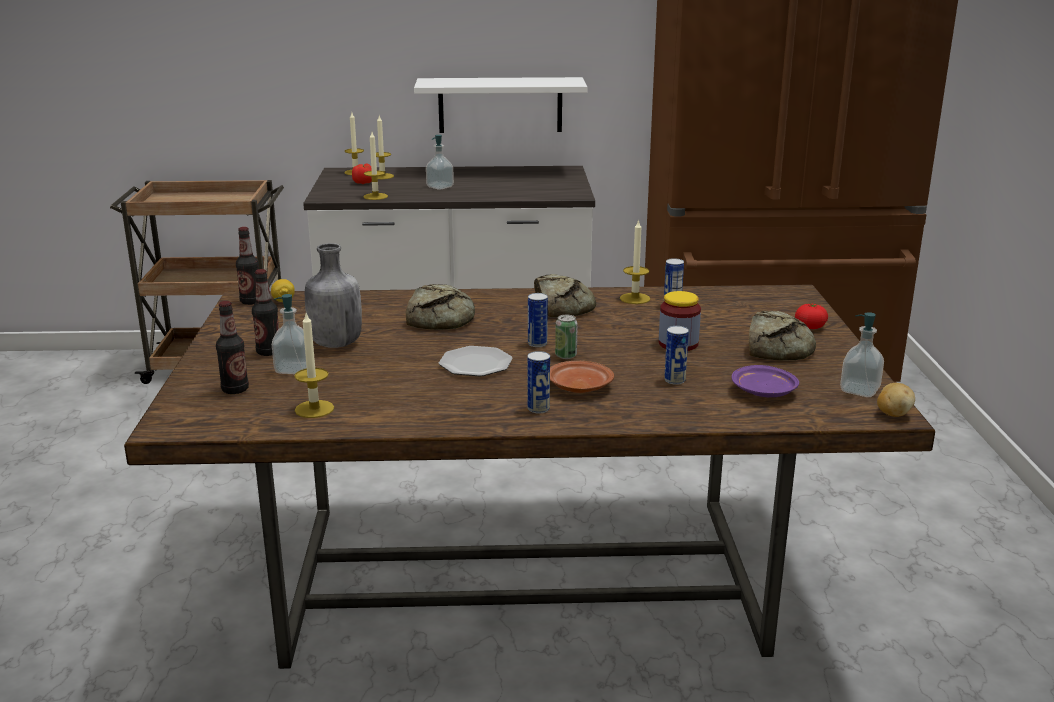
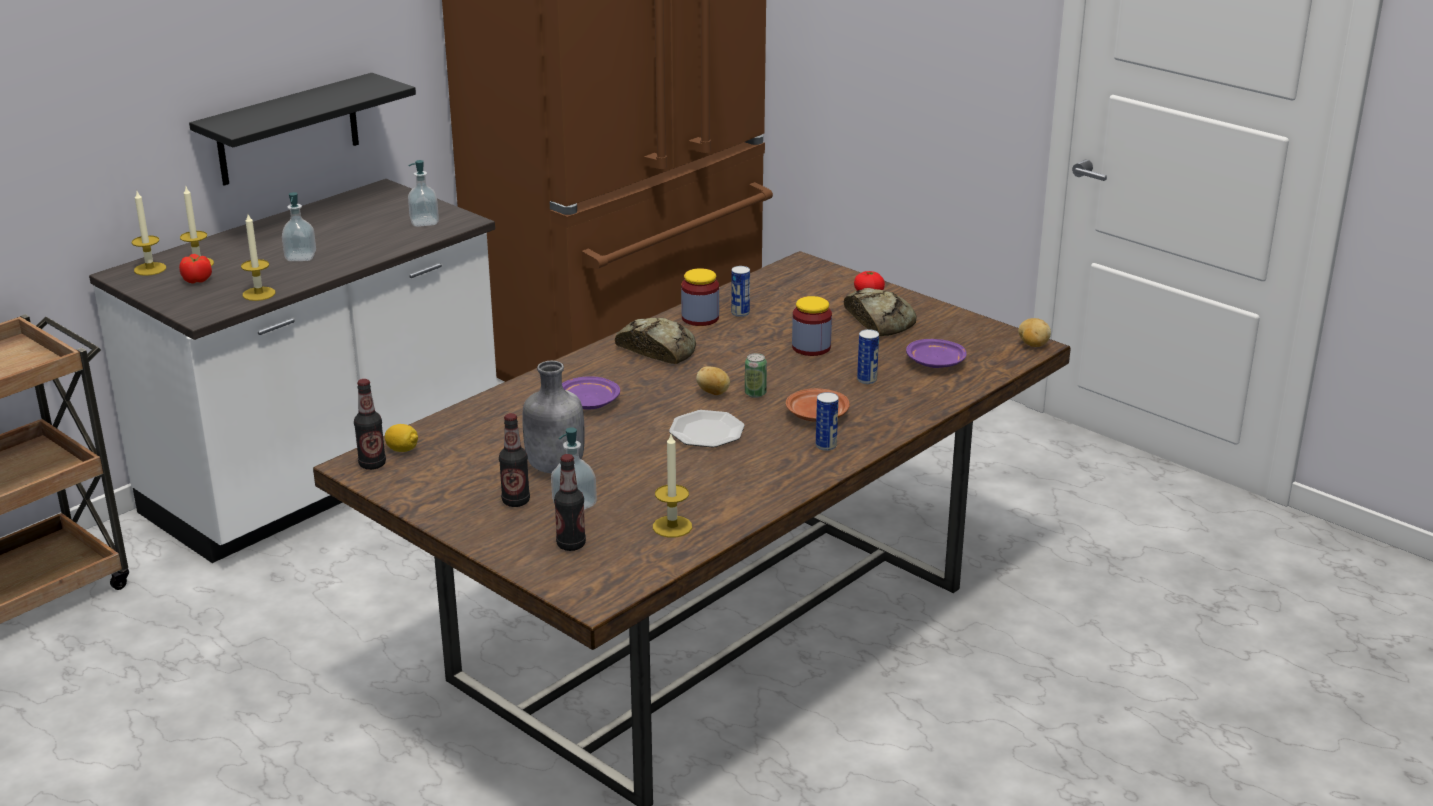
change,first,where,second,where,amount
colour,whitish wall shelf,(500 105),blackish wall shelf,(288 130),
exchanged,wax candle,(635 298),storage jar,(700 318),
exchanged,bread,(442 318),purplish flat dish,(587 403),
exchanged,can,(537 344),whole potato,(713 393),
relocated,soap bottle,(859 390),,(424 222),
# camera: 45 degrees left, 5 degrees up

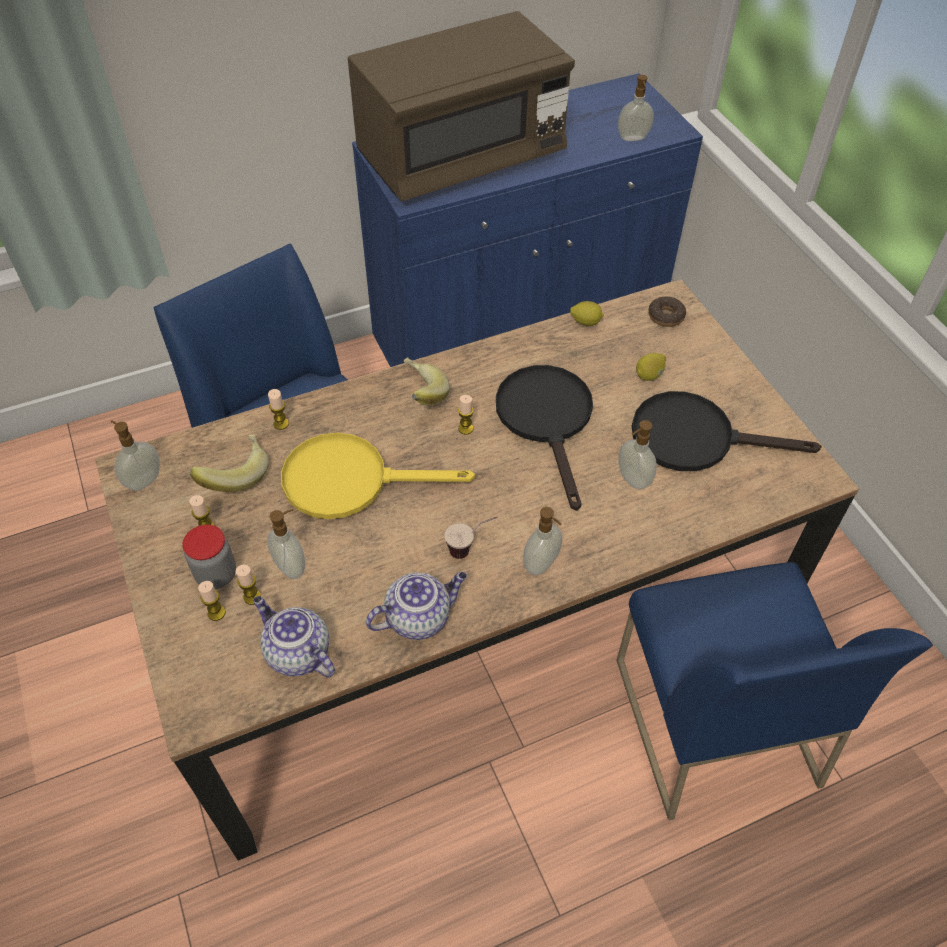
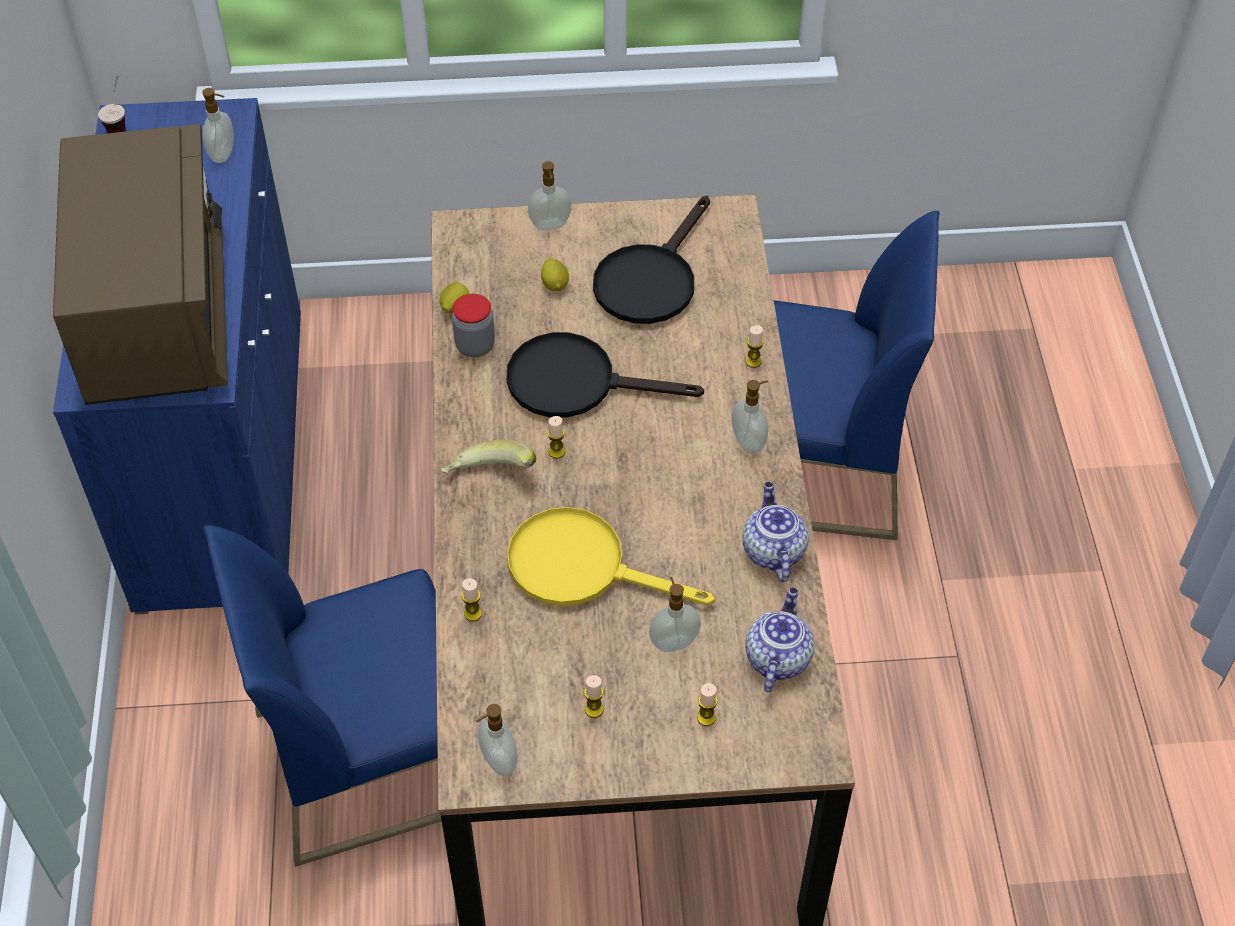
change,first,where,second,where,amount
missing,donut,(666 316),,,
relocated,soap bottle,(632 479),,(550 226),
spun,yellow-coloured skillet,(351 480),,(583 566),90 degrees clockwise
missing,banana,(235 474),,,
relocated,cup,(470 549),,(120 125),
relocated,storage jar,(216 574),,(475 346),
relocated,wax candle,(252 597),,(753 361),
spun,tea pot,(296 653),,(777 657),135 degrees clockwise
# camera: 70 degrees left, 0 degrees up

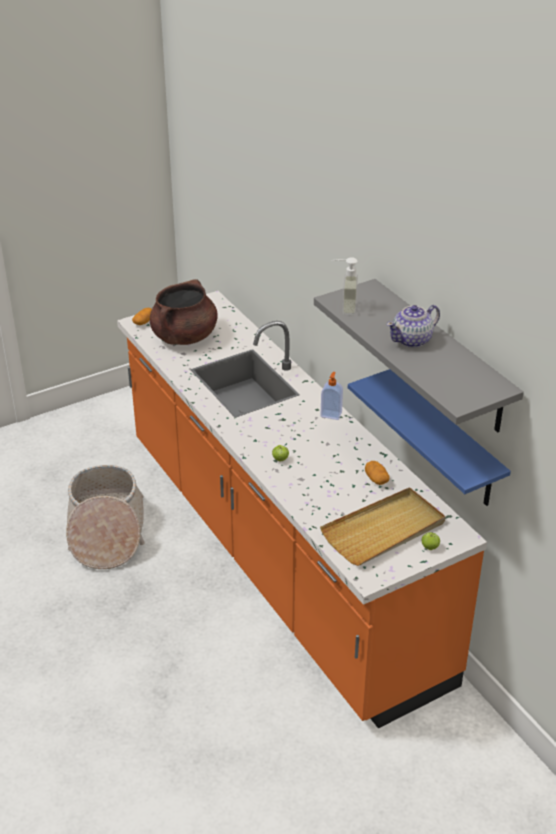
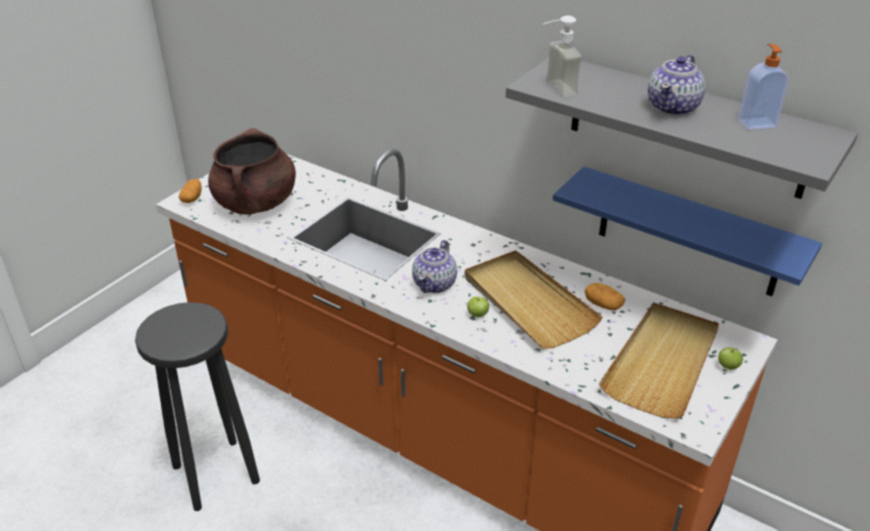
change,first,where,second,where,amount
relocated,soap bottle,(331 414),,(756 123),
exchanged,household basket,(106 532),blackish sitting stool,(214 474),
appeared,,,tea pot,(435 284),
appeared,,,beige carrying tray,(528 302),
# camera: 25 degrees left, 0 degrees up

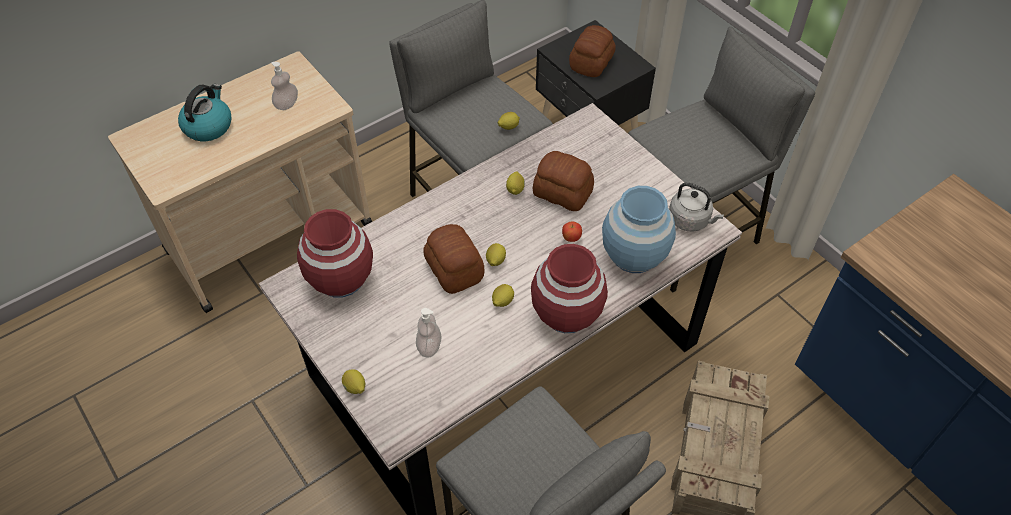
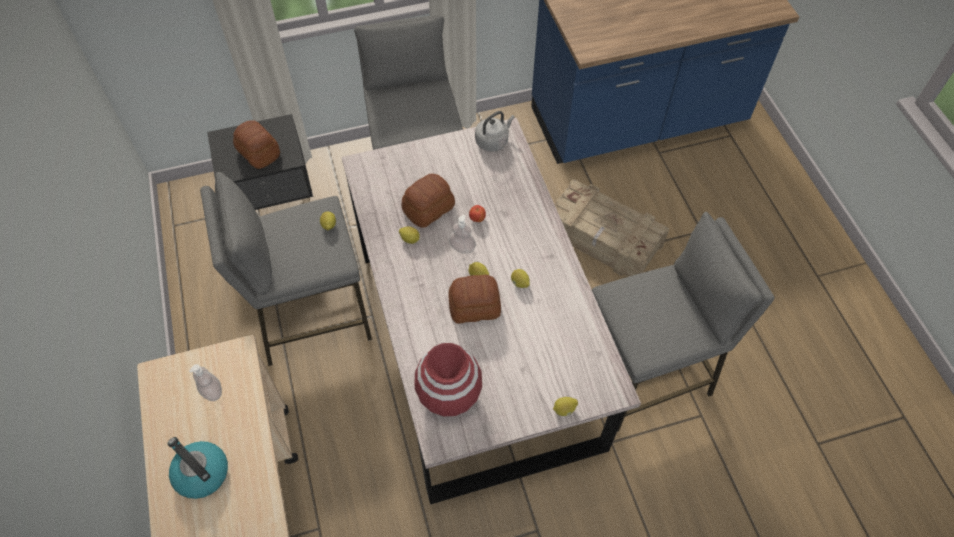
change,first,where,second,where,amount
missing,bluish decorative vase,(634 255),,,
missing,red decorative vase,(566 313),,,
relocated,soap bottle,(429 346),,(462 247),
# camera: 70 degrees left, 5 degrees up

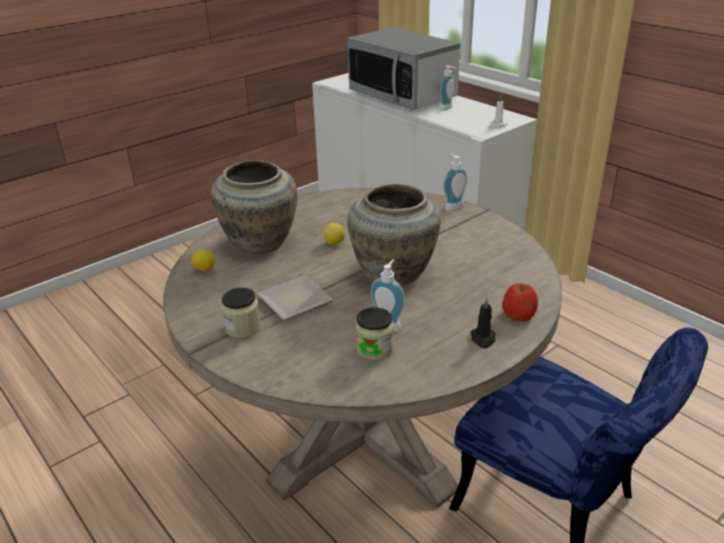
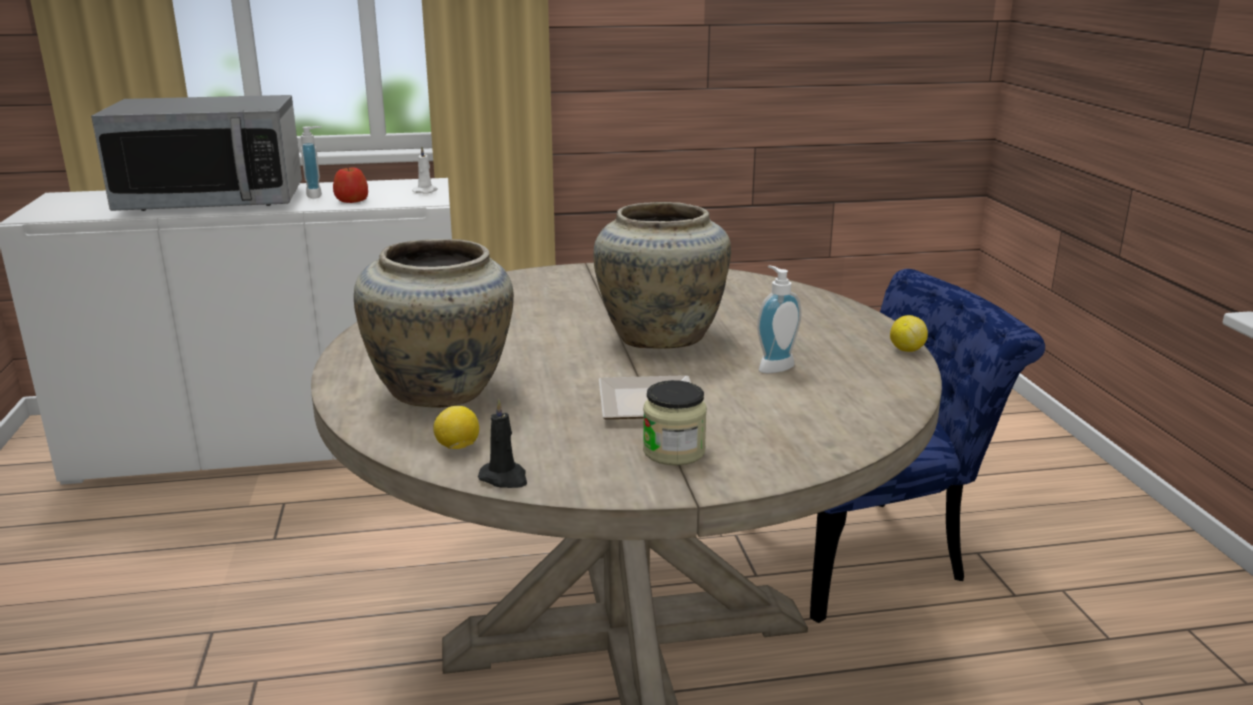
change,first,where,second,where,amount
missing,soap bottle,(452 206),,,
relocated,whole lemon,(334 243),,(906 349),
relocated,whole apple,(519 314),,(352 200),
relocated,blackish wax candle,(483 339),,(504 478),
missing,storage jar,(374 349),,,
# camera: 60 degrees left, 10 degrees down

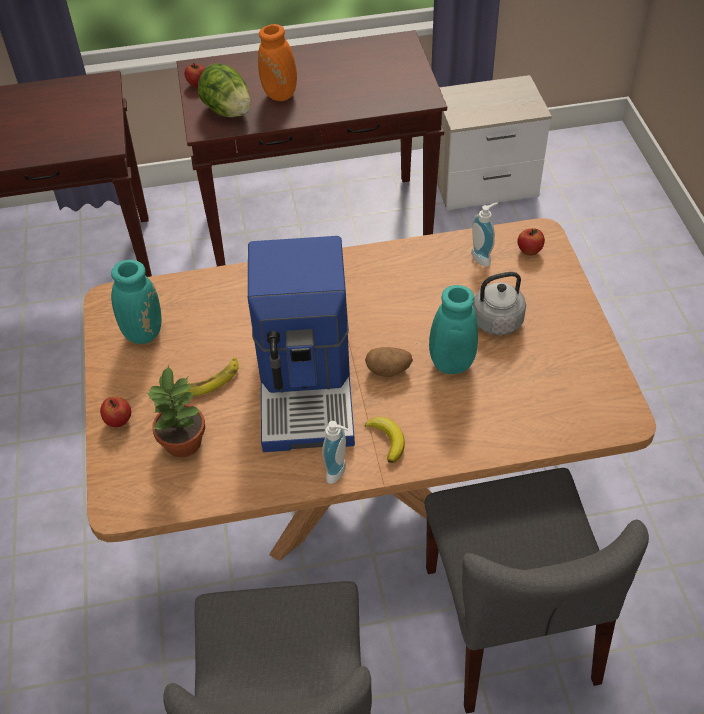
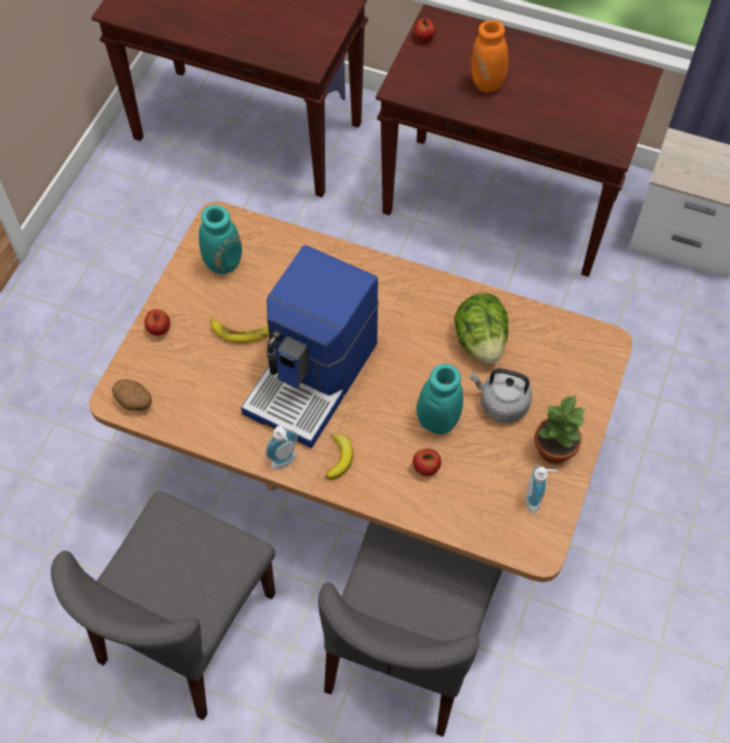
change,first,where,second,where,amount
relocated,lettuce head,(227 111),,(480 341),
relocated,soap bottle,(483 257),,(536 500),
relocated,whole apple,(529 251),,(426 468),
relocated,whole potato,(389 370),,(135 402),
relocated,potted plant,(182 443),,(553 450),
# camera: 30 degrees right, 10 degrees up

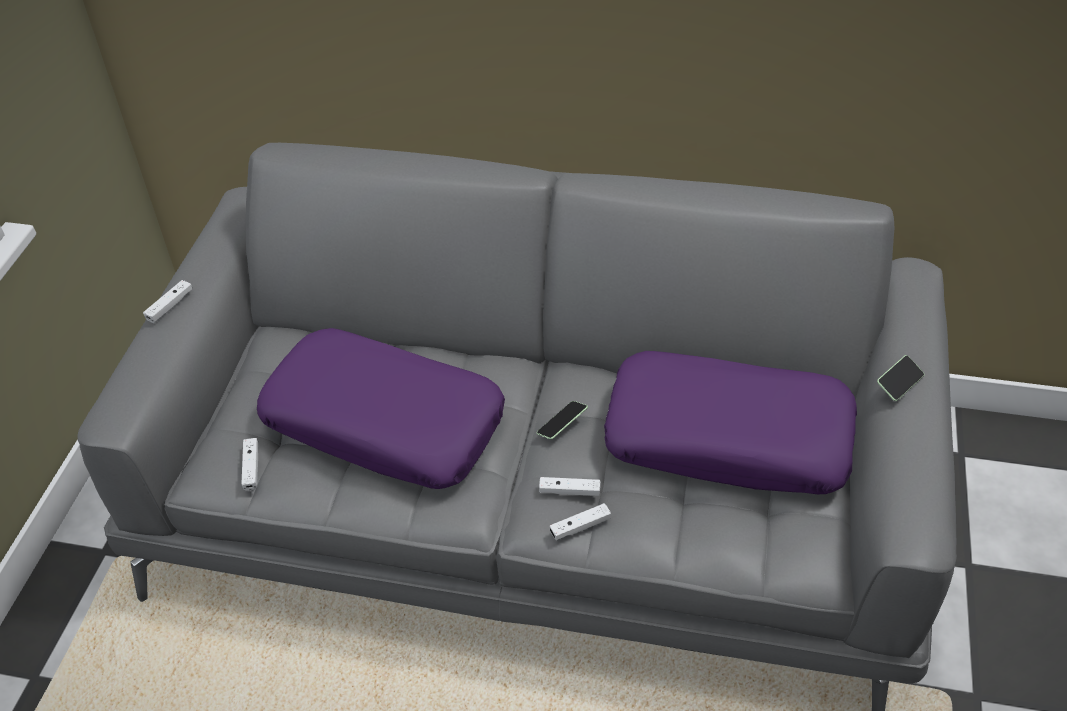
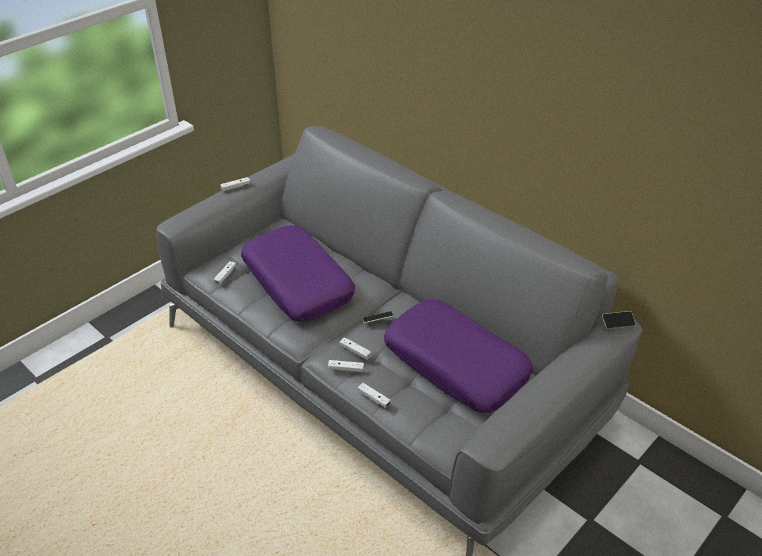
change,first,where,second,where,amount
relocated,telephone,(899 383),,(617 323),
appeared,,,whitish gamepad,(374 398),
# camera: 30 degrees right, 5 degrees down

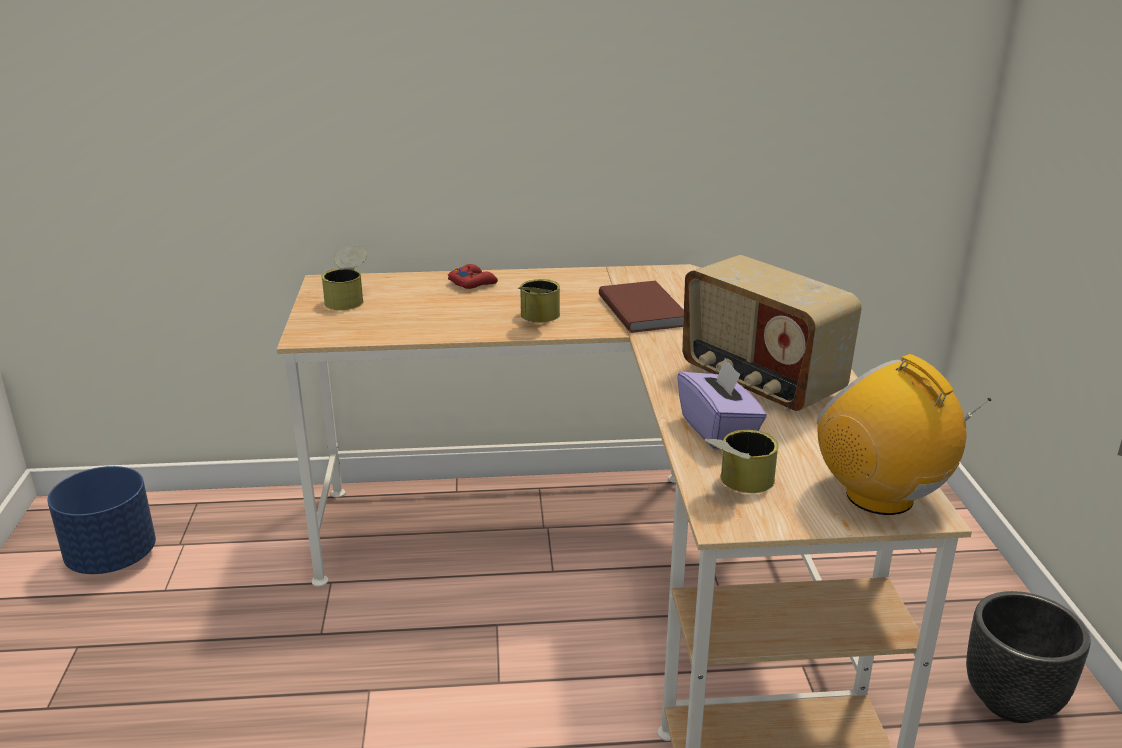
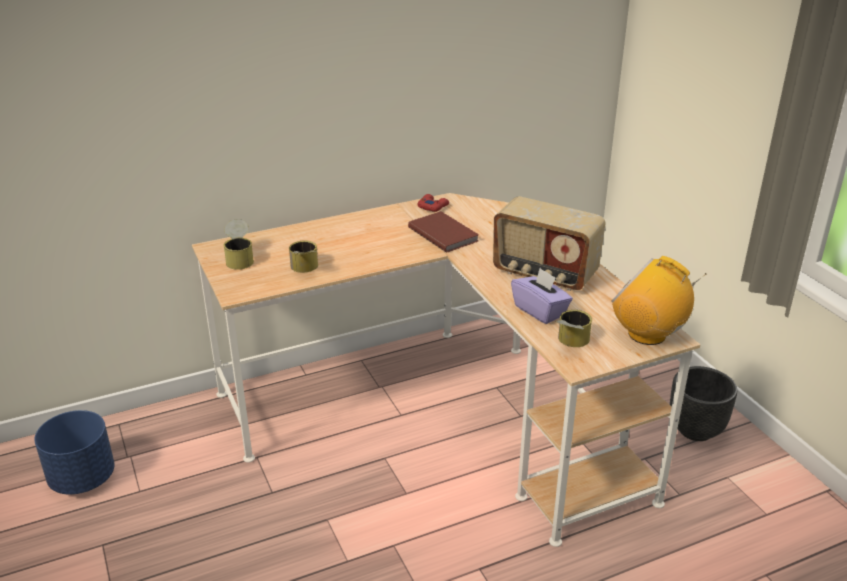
change,first,where,second,where,amount
relocated,red gamepad,(472 283),,(432 206),
relocated,can,(538 319),,(305 270),
# camera: 20 degrees left, 5 degrees up

